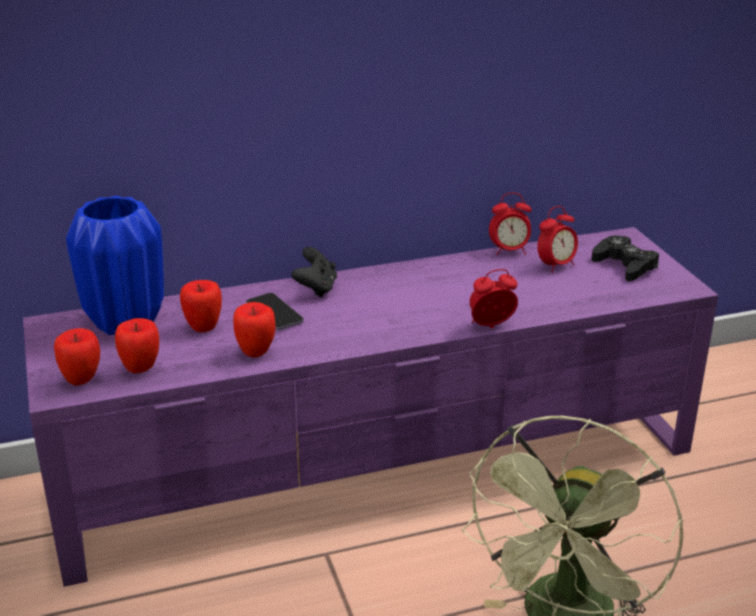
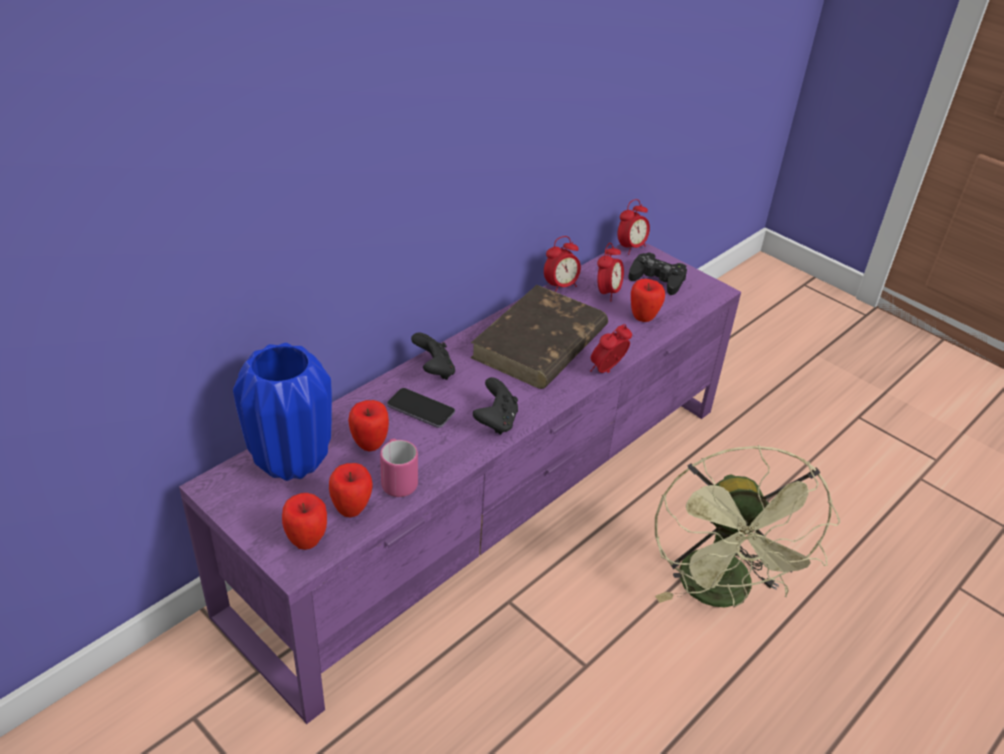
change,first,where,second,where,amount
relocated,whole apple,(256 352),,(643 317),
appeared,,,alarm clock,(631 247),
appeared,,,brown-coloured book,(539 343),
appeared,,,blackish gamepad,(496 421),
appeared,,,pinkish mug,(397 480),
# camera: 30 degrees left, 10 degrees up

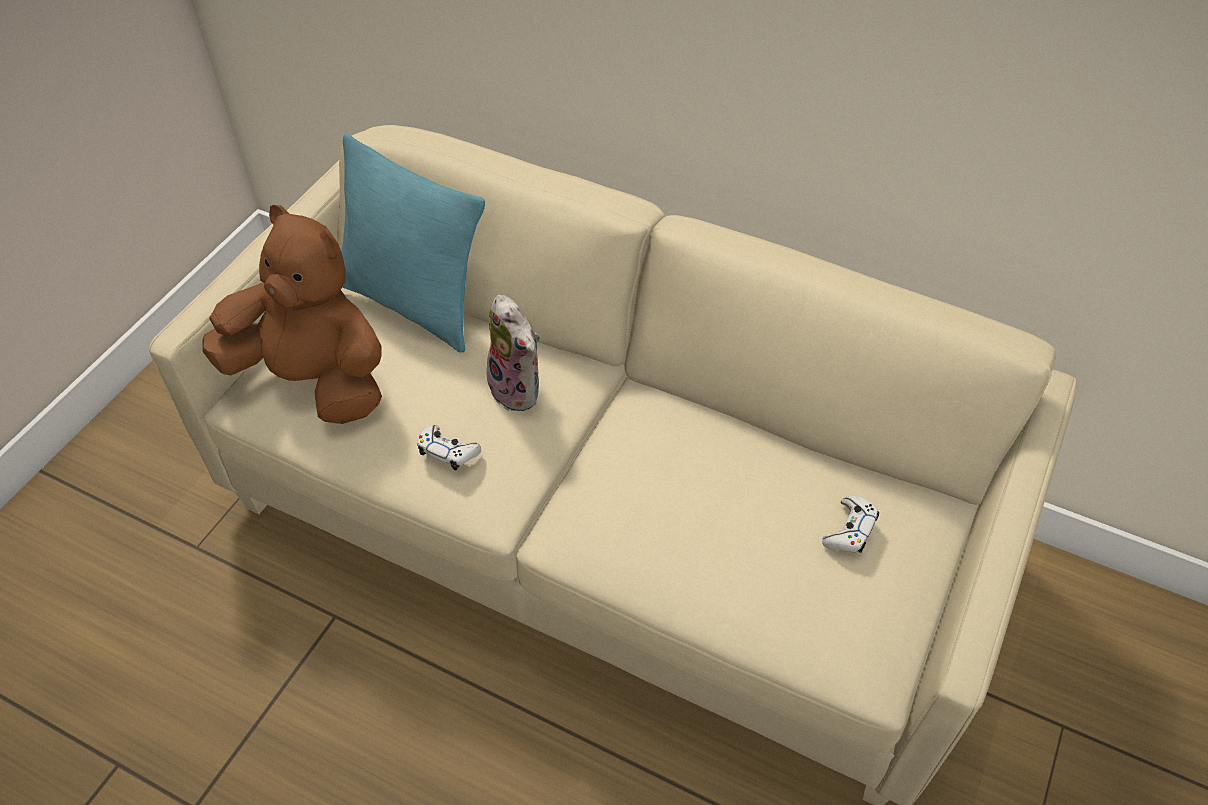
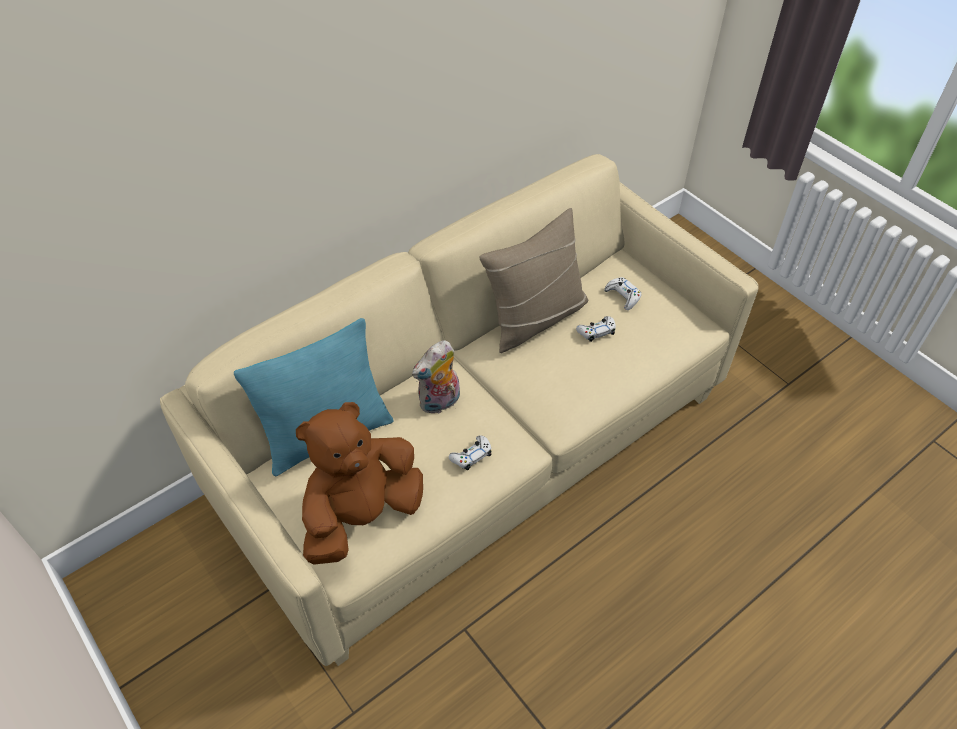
change,first,where,second,where,amount
spun,soft toy,(519 389),,(440 403),150 degrees clockwise
appeared,,,beige throw pillow,(535 318),
appeared,,,whitish gamepad,(596 331),
# camera: 65 degrees left, 0 degrees up

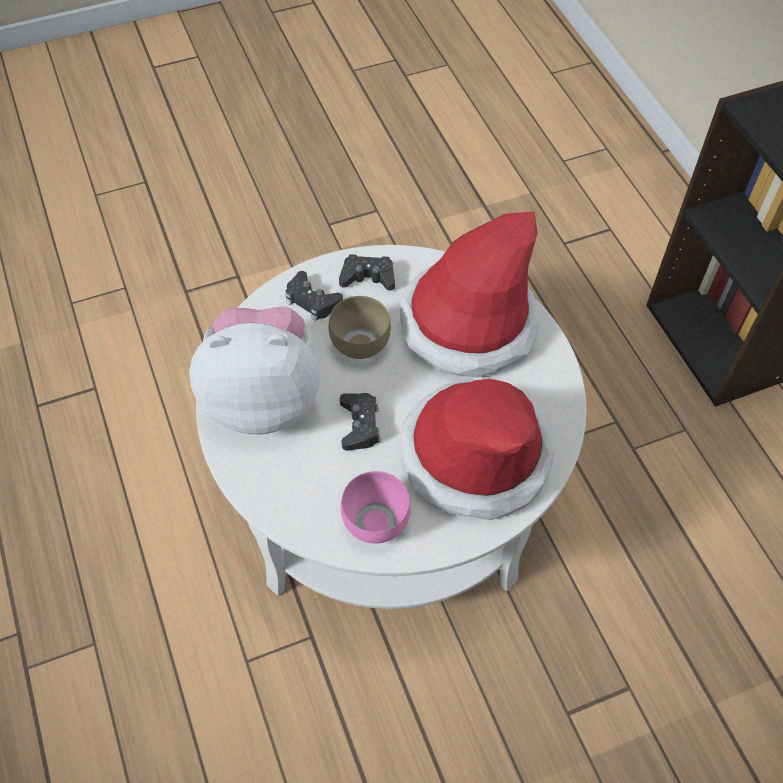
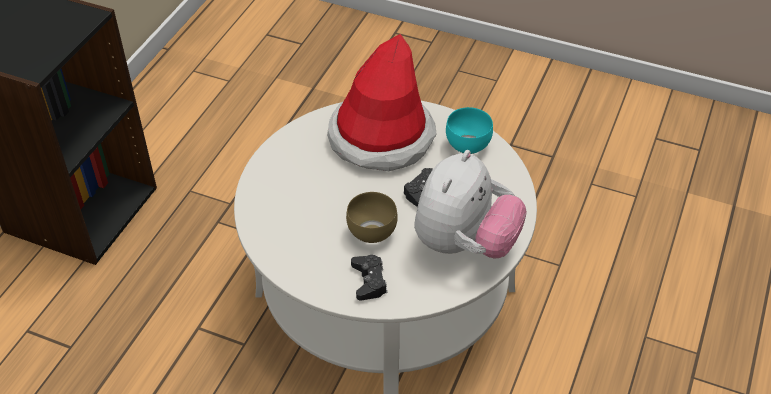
change,first,where,second,where,amount
missing,wearable hat,(468 324),,,
missing,blackish gamepad,(368 277),,,
spun,soft toy,(263 398),,(464 244),105 degrees counterclockwise
colour,pinkish deep dish,(377 520),turquoise deep dish,(466 146),
# camera: 135 degrees left, 10 degrees down

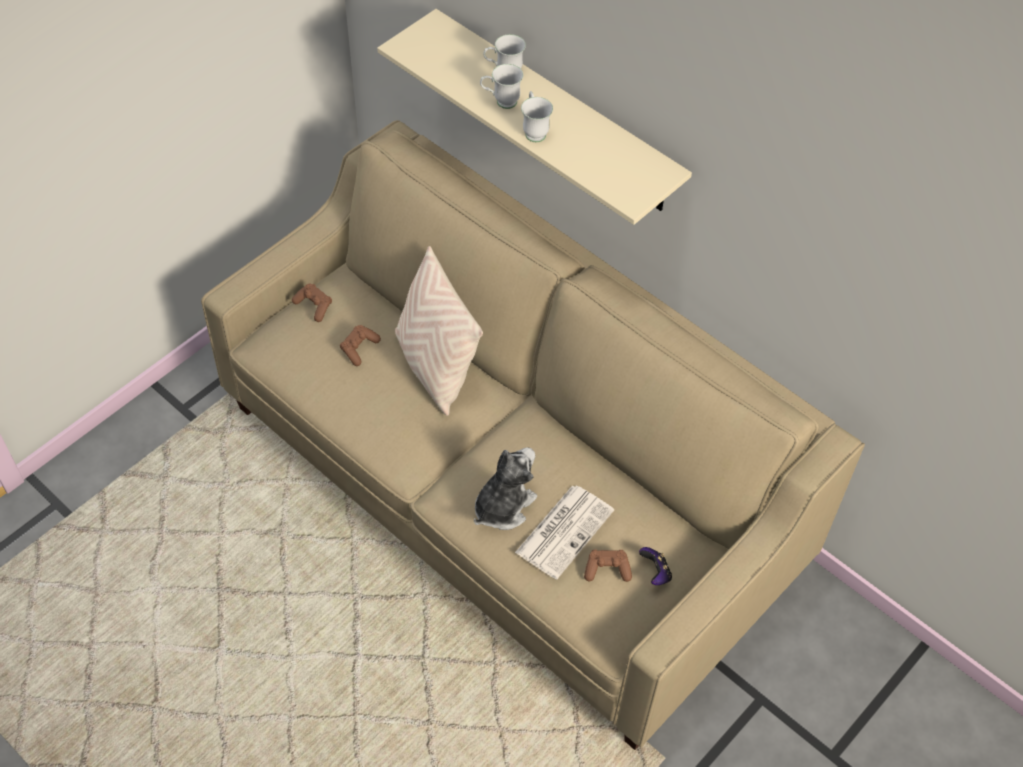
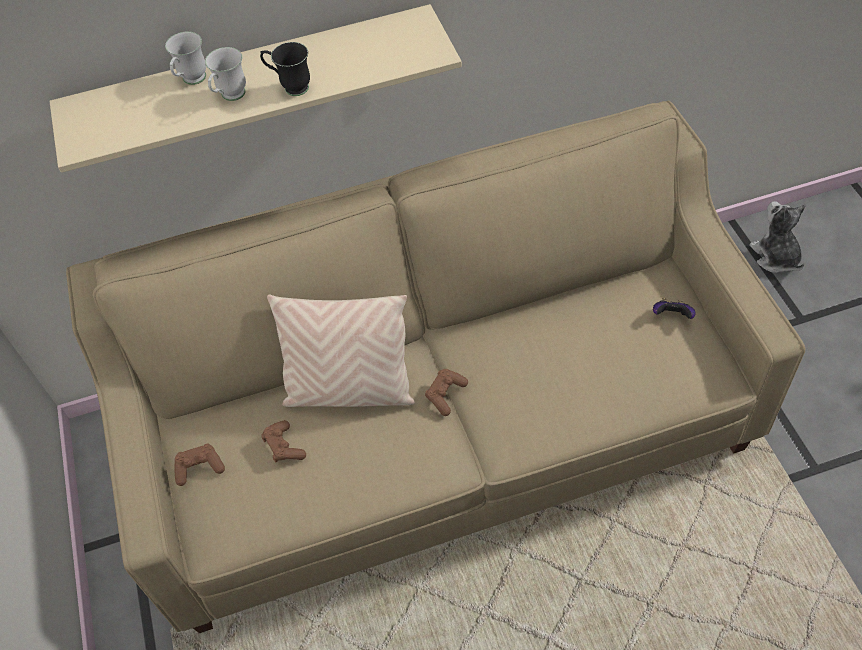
change,first,where,second,where,amount
colour,whitish mug,(534 131),blackish mug,(290 87),
relocated,soft toy,(503 506),,(775 257),
missing,daily paper,(564 530),,,
relocated,brown-coloured gamepad,(607 569),,(445 395),
# camera: 55 degrees left, 0 degrees up

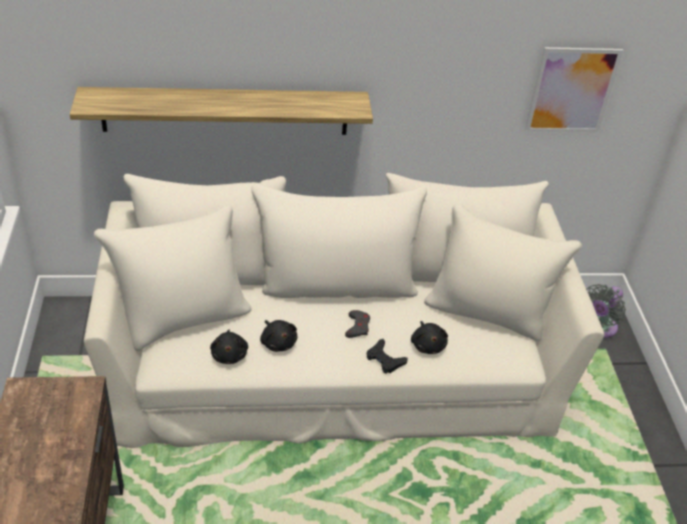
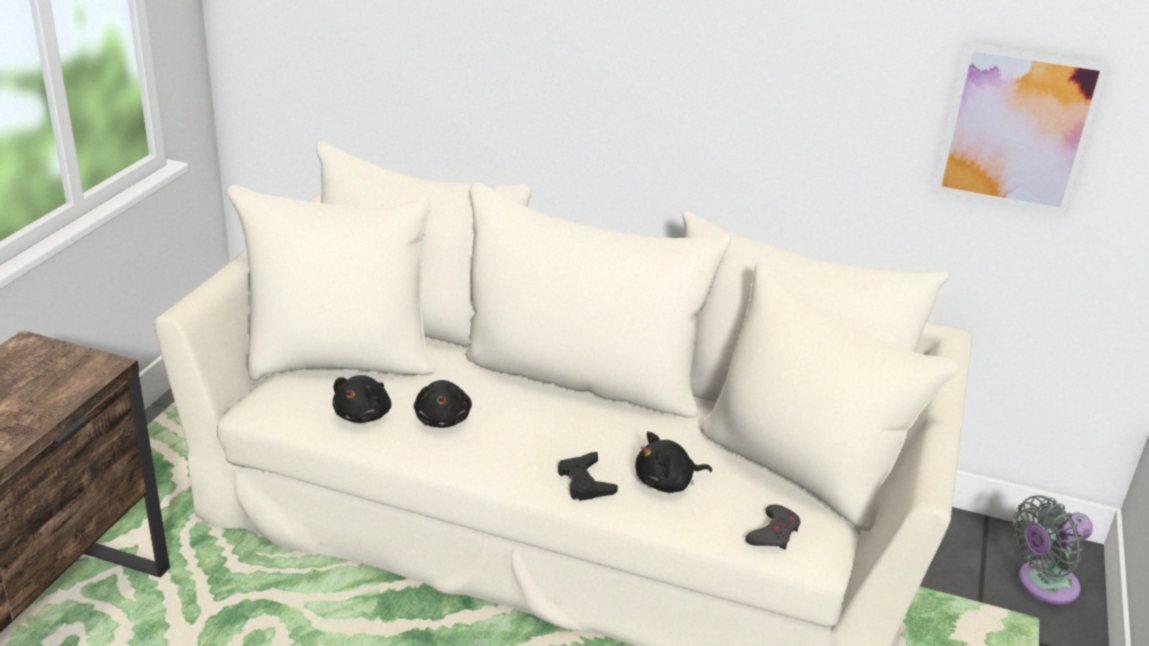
change,first,where,second,where,amount
missing,wall shelf,(225 111),,,
relocated,grey gamepad,(357 327),,(774 533),
spun,blackish soft toy,(428 345),,(667 483),60 degrees clockwise
# camera: 25 degrees right, 10 degrees down

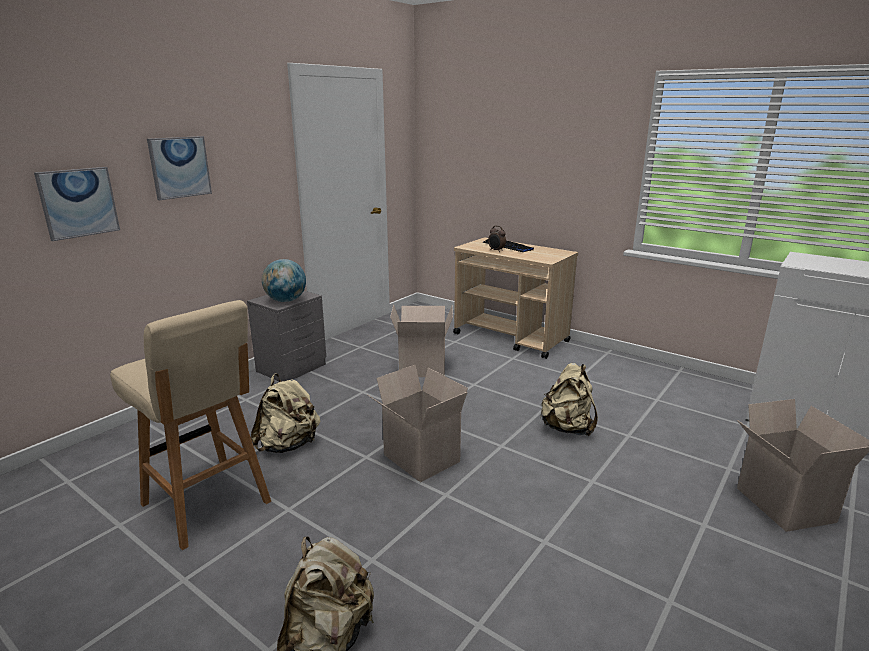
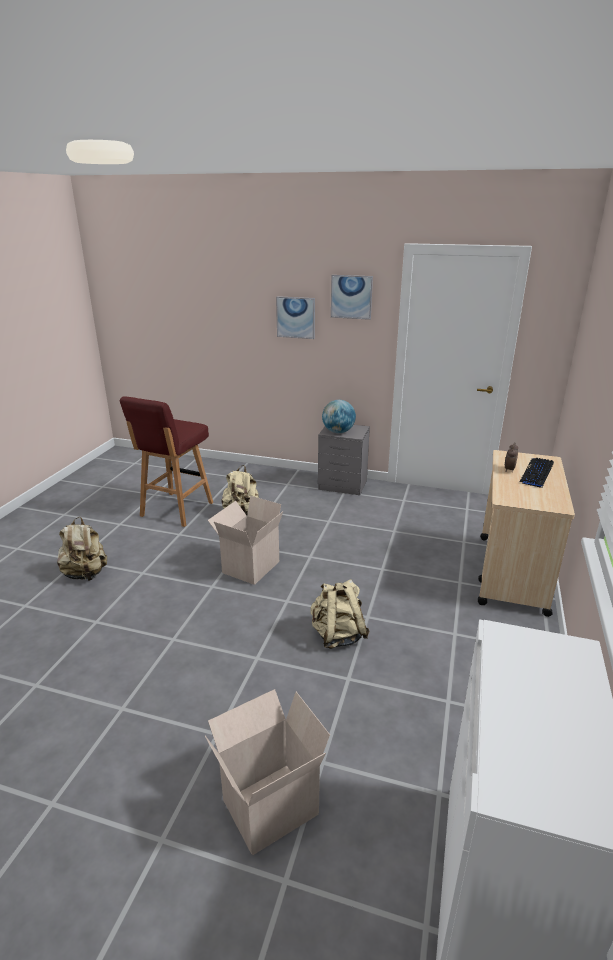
change,first,where,second,where,amount
relocated,picture,(78 202),,(351 297),
colour,beige sitting stool,(207 505),red sitting stool,(175 510),
missing,packing box,(423 368),,,
# camera: 70 degrees right, 5 degrees up

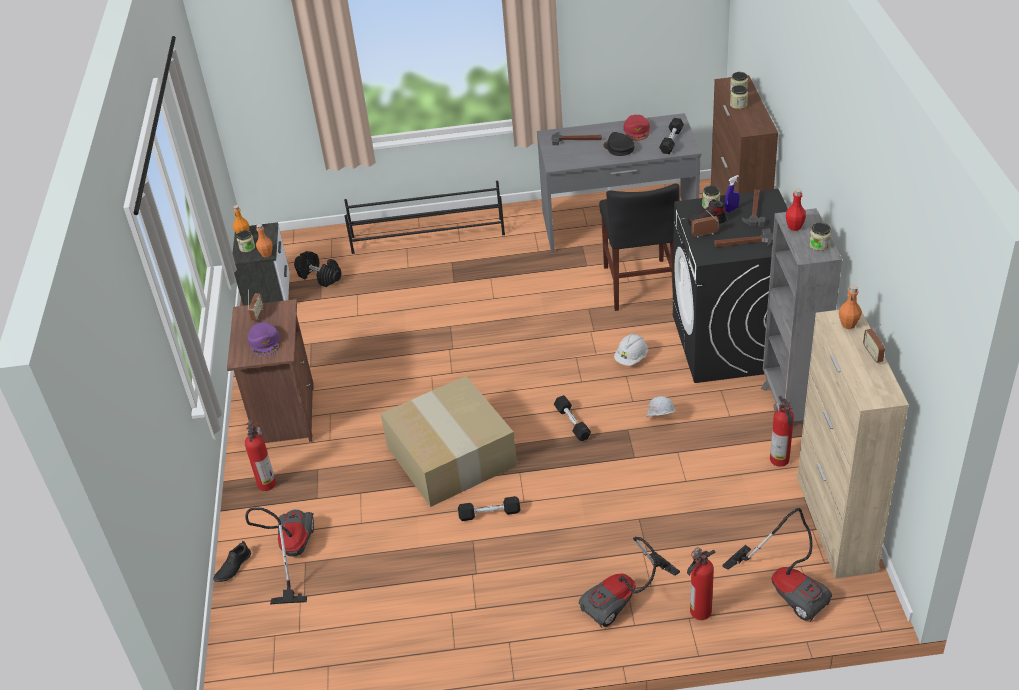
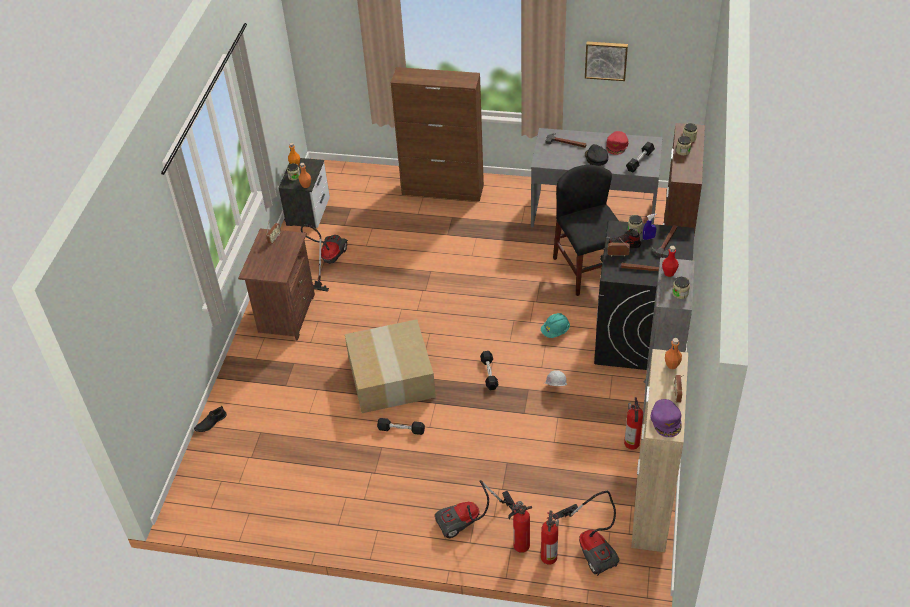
change,first,where,second,where,amount
exchanged,blackish shoe stand,(428 236),brown-coloured storage cabinet,(443 190),
spun,blackish upright chair,(639 284),,(587 270),150 degrees clockwise
missing,blackish hand weight,(319 276),,,
relocated,purplish baseball cap,(265 342),,(666 420),
colour,whitish work helmet,(631 358),turquoise work helmet,(555 331),
relocated,extinguisher,(266 483),,(549 556),
relocated,vacuum,(291 554),,(327 262),
appeared,,,picture,(606 60),
# camera: 15 degrees right, 5 degrees up

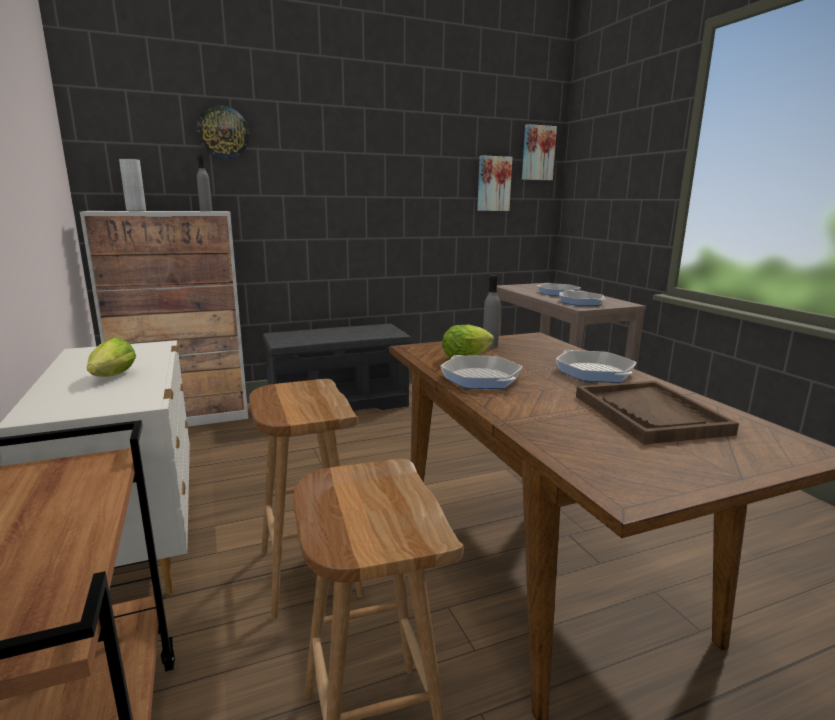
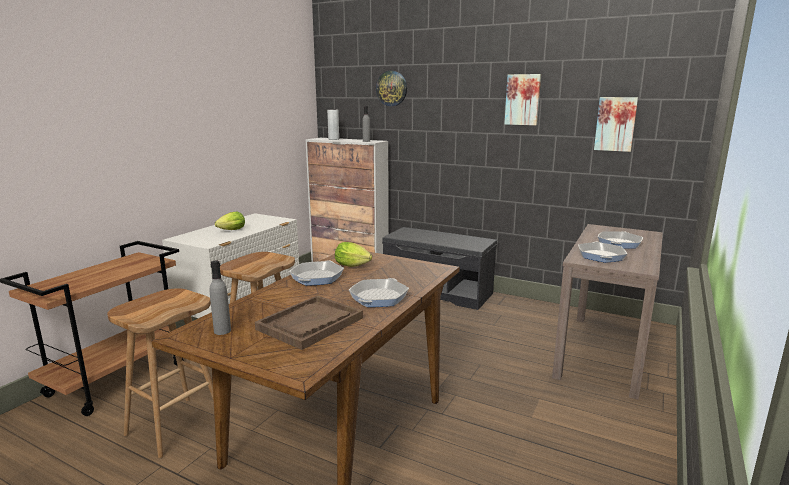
change,first,where,second,where,amount
relocated,picture,(537 153),,(523 99),
relocated,grey drink bottle,(490 346),,(222 331),
# camera: 50 degrees right, 0 degrees up

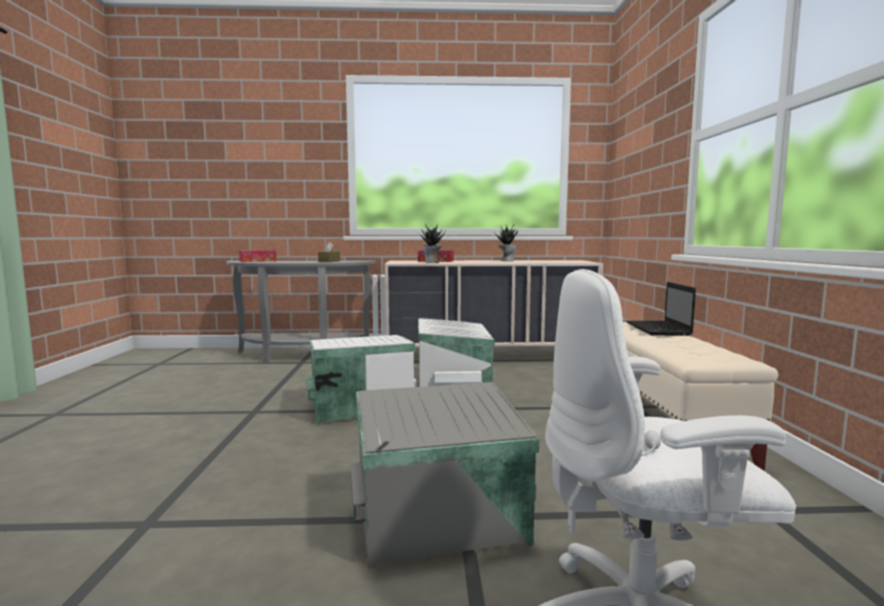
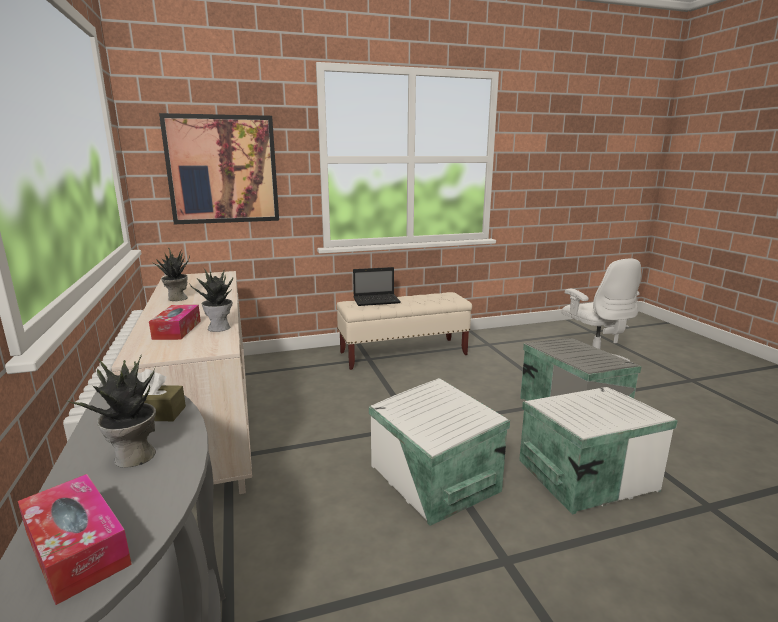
change,first,where,second,where,amount
relocated,whitish storage box,(454 384),,(584 474),
appeared,,,picture,(222 170),
appeared,,,potted plant,(134 457),
# camera: 105 degrees left, 10 degrees up

